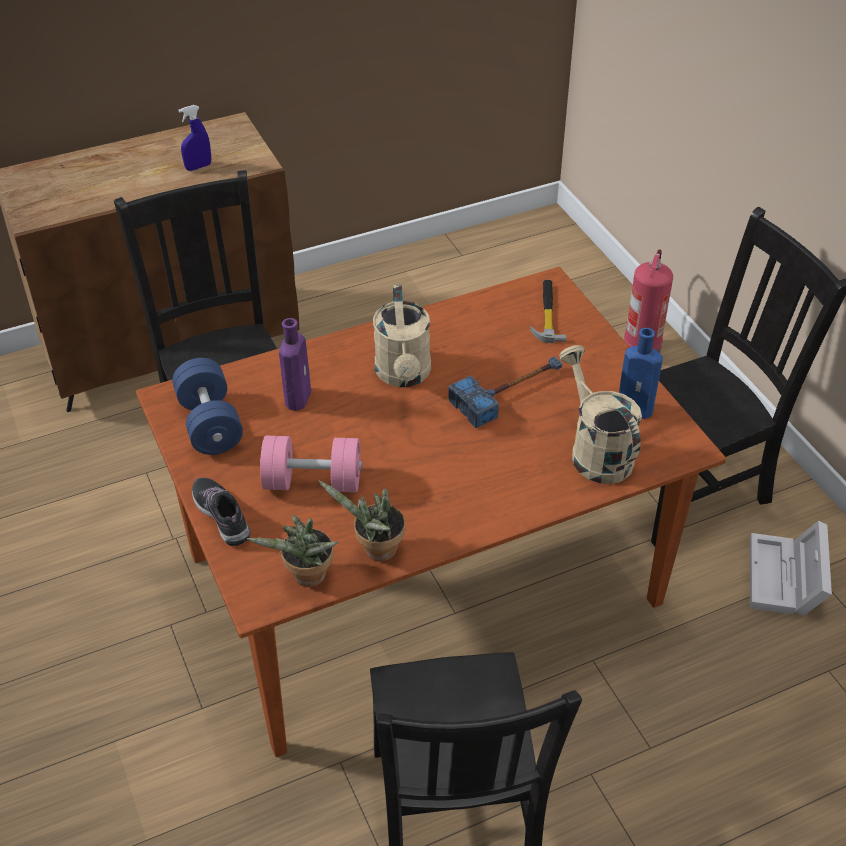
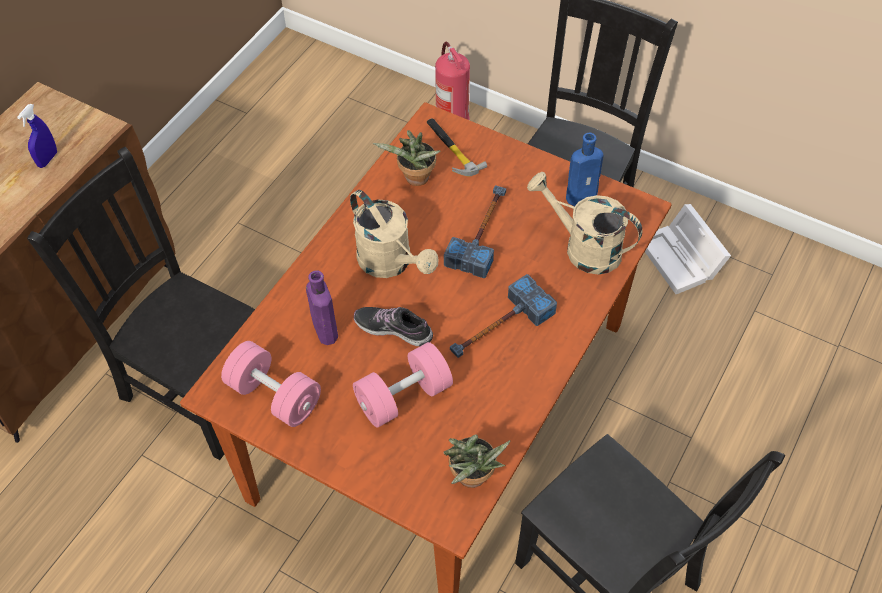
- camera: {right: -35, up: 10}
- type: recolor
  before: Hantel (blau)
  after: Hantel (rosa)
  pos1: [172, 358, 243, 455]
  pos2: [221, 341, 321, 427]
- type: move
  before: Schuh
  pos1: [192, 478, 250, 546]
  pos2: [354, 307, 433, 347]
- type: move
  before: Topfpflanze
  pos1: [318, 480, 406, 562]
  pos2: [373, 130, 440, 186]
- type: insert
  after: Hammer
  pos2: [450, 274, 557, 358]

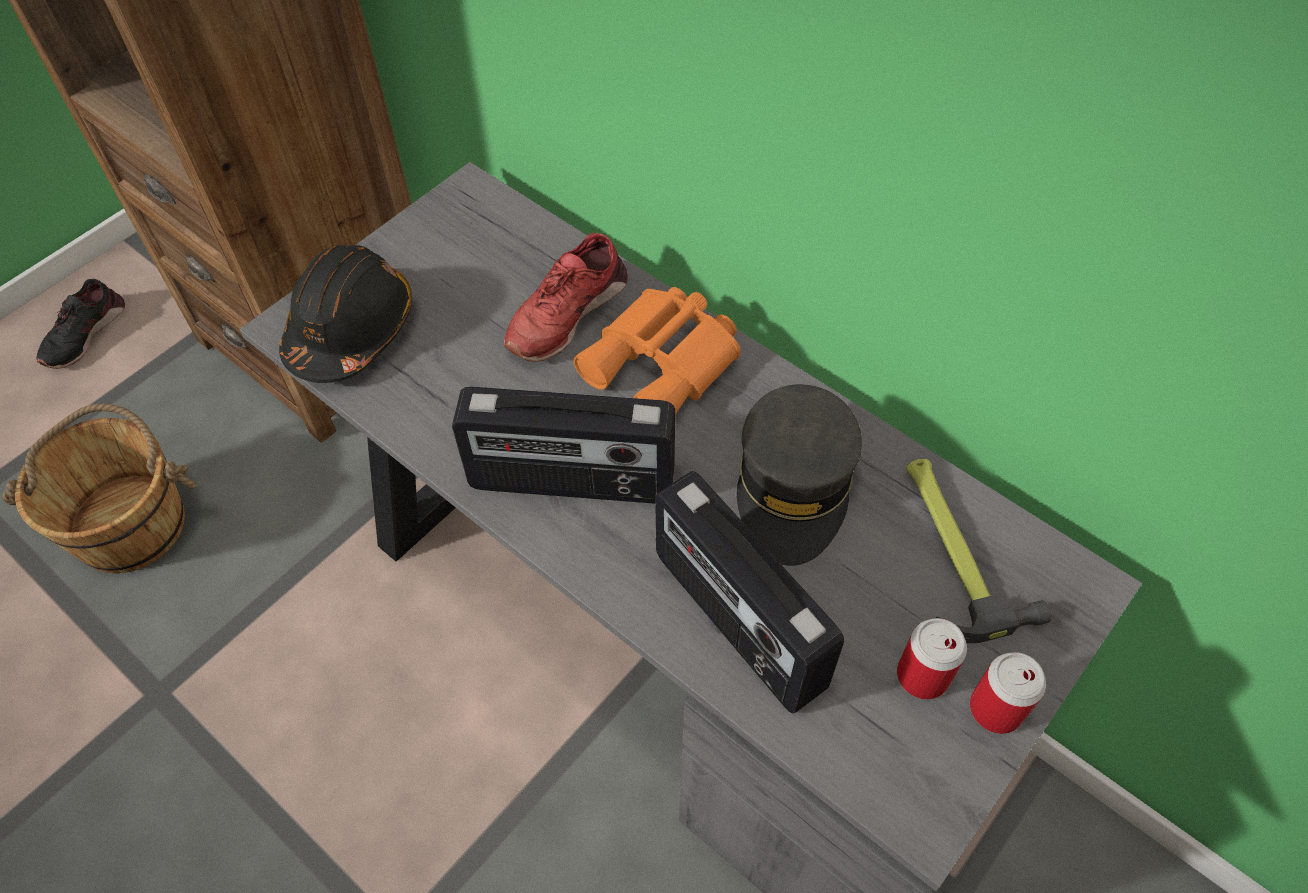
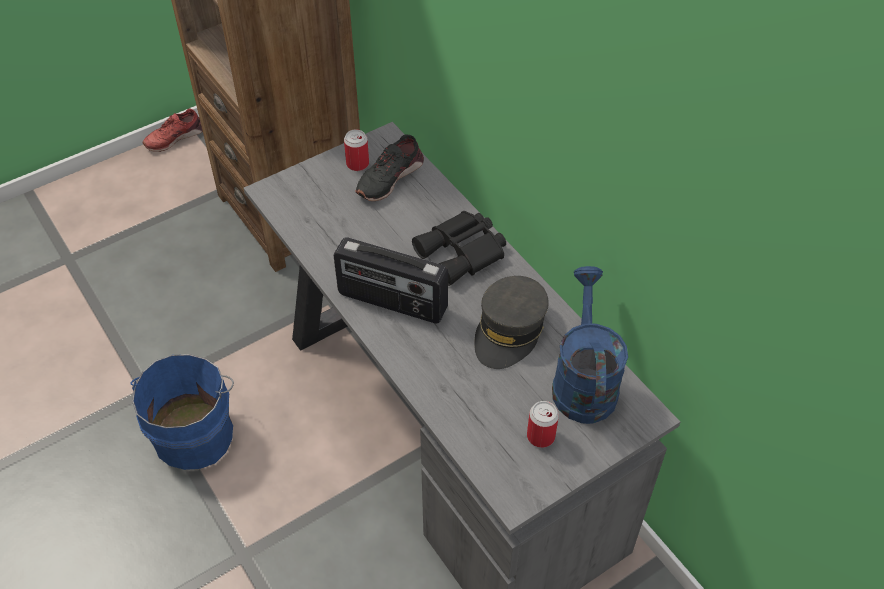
- camera: {right: 15, up: -5}
- type: insert
  after: Eimer (blau)
  pos2: [130, 354, 234, 470]
- type: move
  before: Schuh (rot)
  pos1: [504, 233, 628, 362]
  pos2: [143, 108, 203, 152]
- type: move
  before: Dose
  pos1: [970, 652, 1046, 734]
  pos2: [344, 129, 369, 171]
- type: move
  before: Schuh (schwarz)
  pos1: [36, 279, 125, 369]
  pos2: [356, 134, 424, 201]
- type: recolor
  before: Fernglas (orange)
  after: Fernglas (schwarz)
  pos1: [574, 287, 741, 415]
  pos2: [412, 211, 506, 286]
- type: replace
  before: Hammer
  after: Gießkanne (blau)
  pos1: [906, 459, 1052, 643]
  pos2: [552, 266, 628, 424]
- type: delete
  before: Eimer (braun)
  pos1: [2, 404, 196, 573]
- type: delete
  before: Schutzhelm (schwarz)
  pos1: [279, 245, 412, 383]
- type: delete
  before: Radio
  pos1: [655, 471, 844, 714]

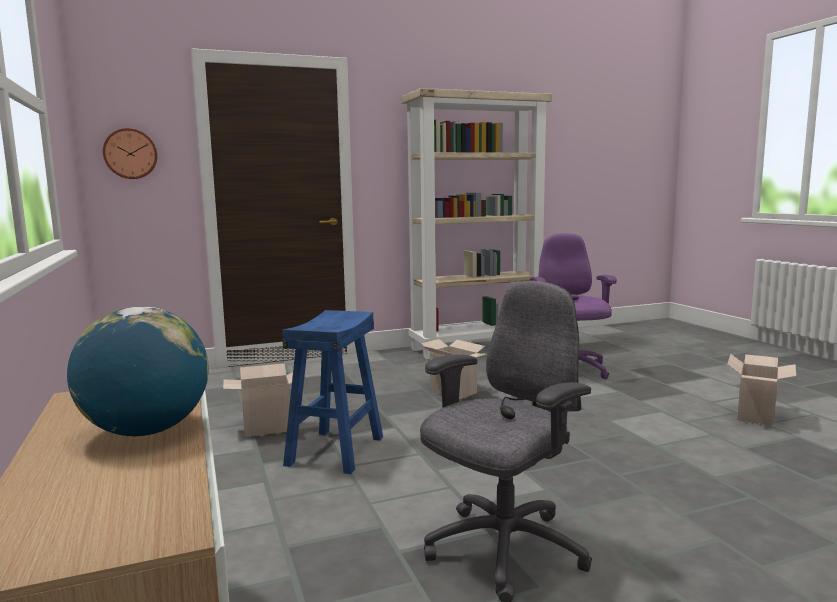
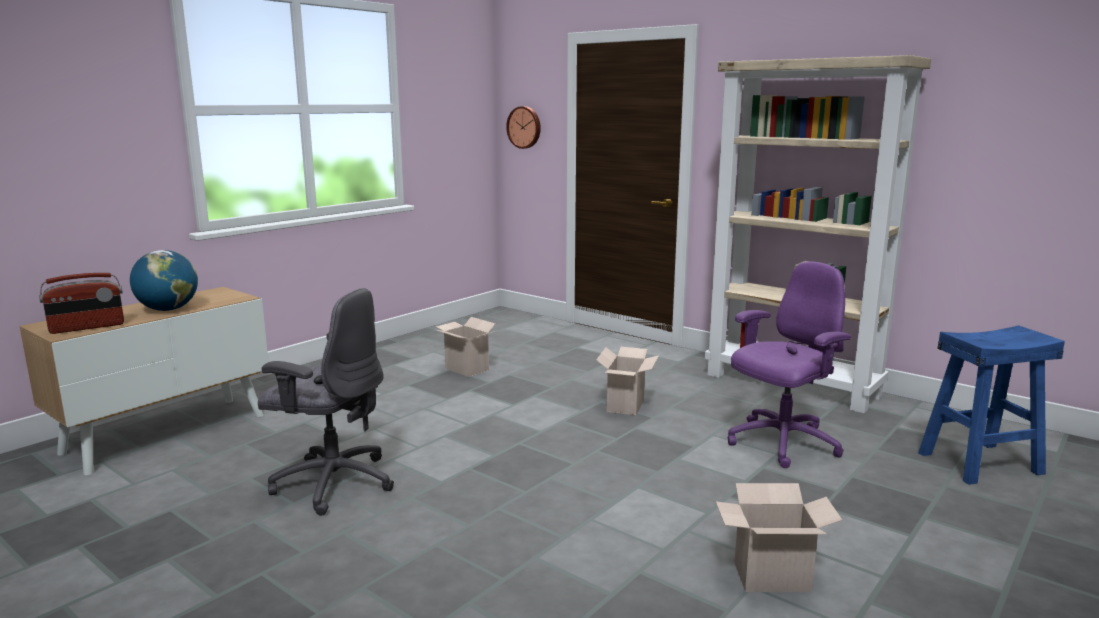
- camera: {right: 60, up: 5}
- type: insert
  after: Radio
  pos2: [39, 273, 124, 334]
- type: move
  before: Hocker (blau)
  pos1: [282, 310, 383, 474]
  pos2: [918, 325, 1065, 485]

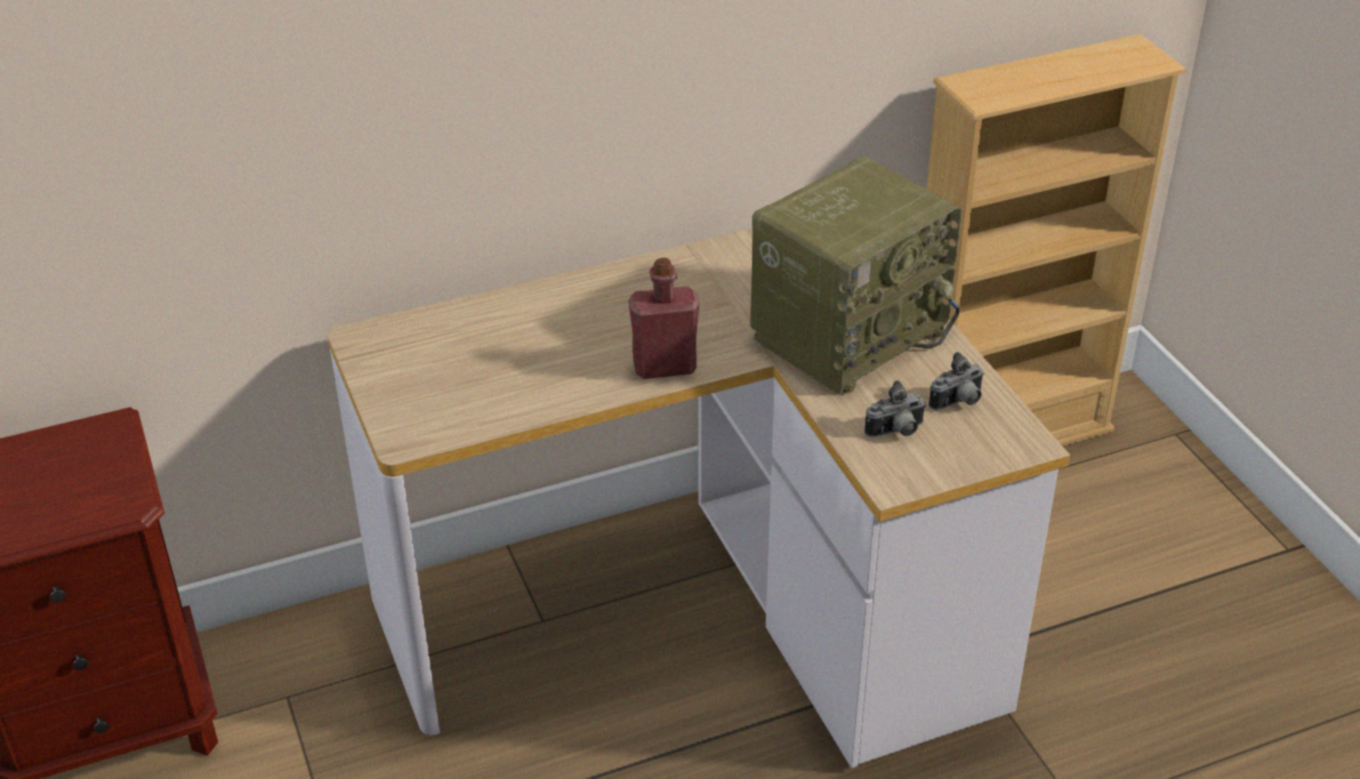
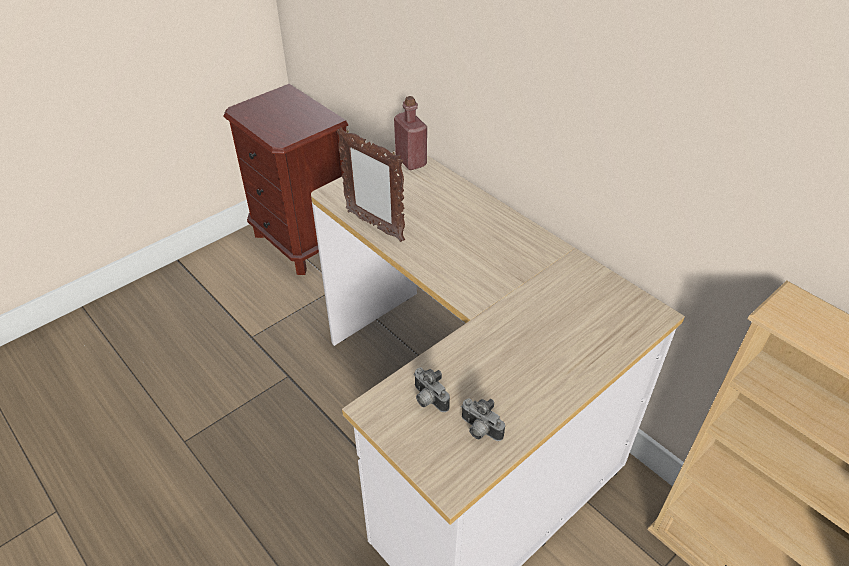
- camera: {right: 70, up: 5}
- type: insert
  after: Bilderrahmen
  pos2: [336, 127, 405, 242]
- type: move
  before: Flasche (rot)
  pos1: [628, 258, 699, 379]
  pos2: [394, 96, 427, 170]
- type: delete
  before: Radio
  pos1: [750, 156, 962, 395]

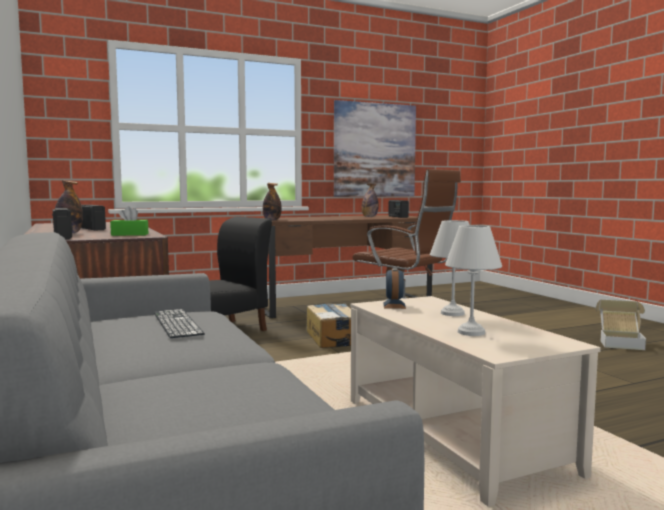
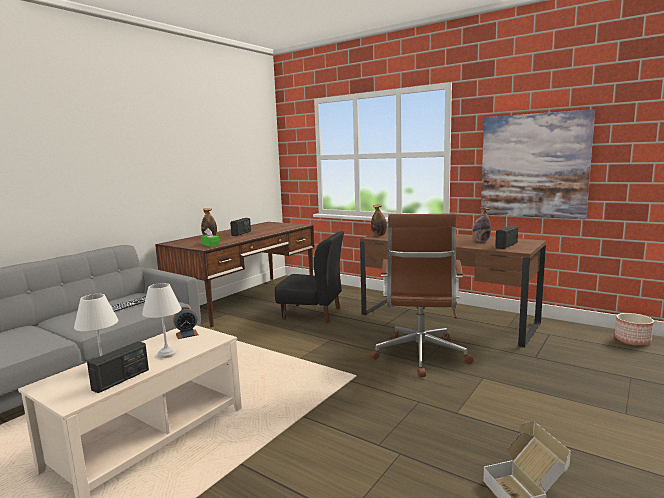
- camera: {right: 60, up: 5}
- type: move
  before: Radio
  pos1: [52, 208, 73, 240]
  pos2: [87, 341, 149, 393]
- type: insert
  after: Pflanzkübel
  pos2: [615, 313, 654, 346]
- type: delete
  before: Karton
  pos1: [306, 303, 351, 348]

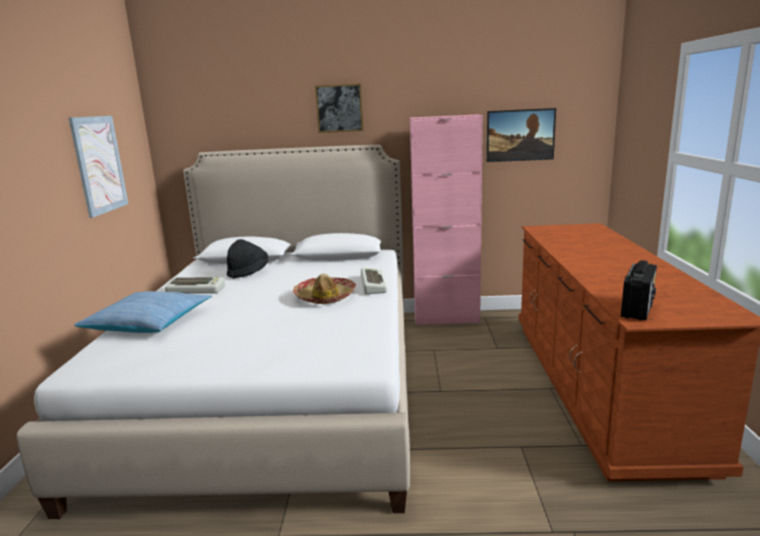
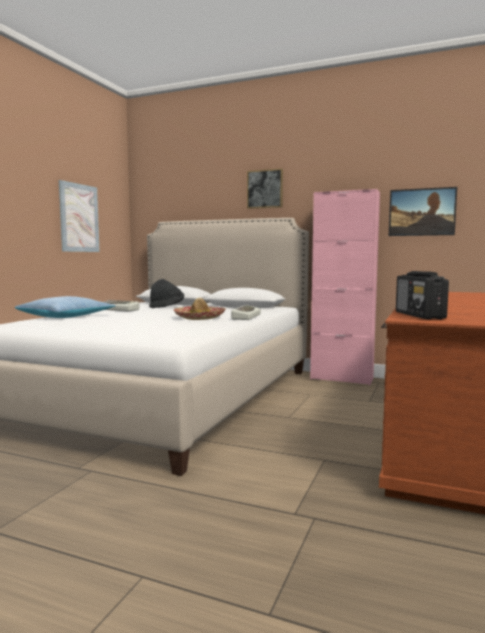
- camera: {right: 20, up: -10}
- type: rotate
  before: Radio
  pos1: [621, 260, 657, 320]
  pos2: [396, 271, 449, 319]
  turn: 120

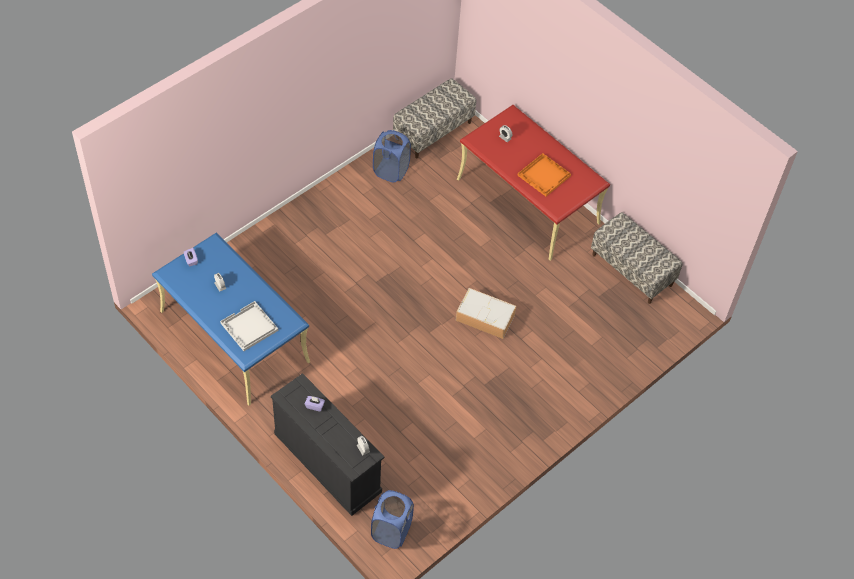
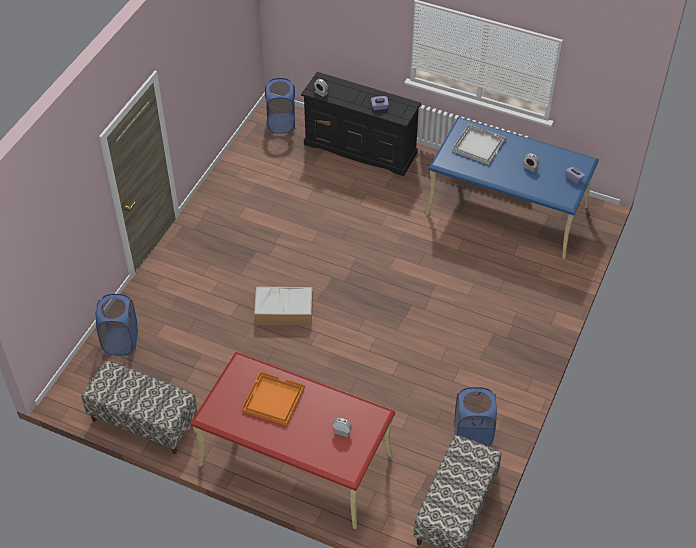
- camera: {right: 160, up: -5}
- type: insert
  after: Wäschekorb (blau)
  pos2: [95, 294, 138, 355]

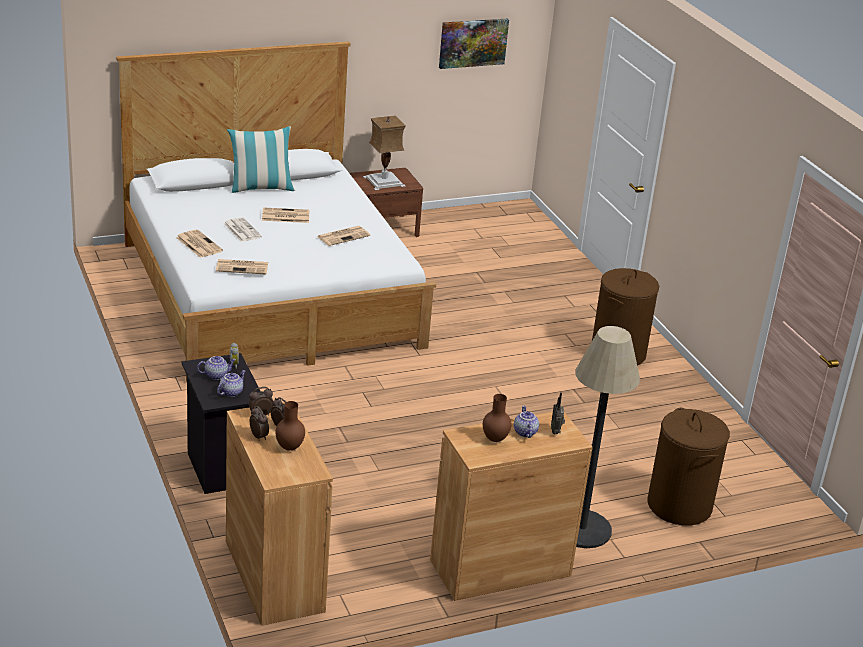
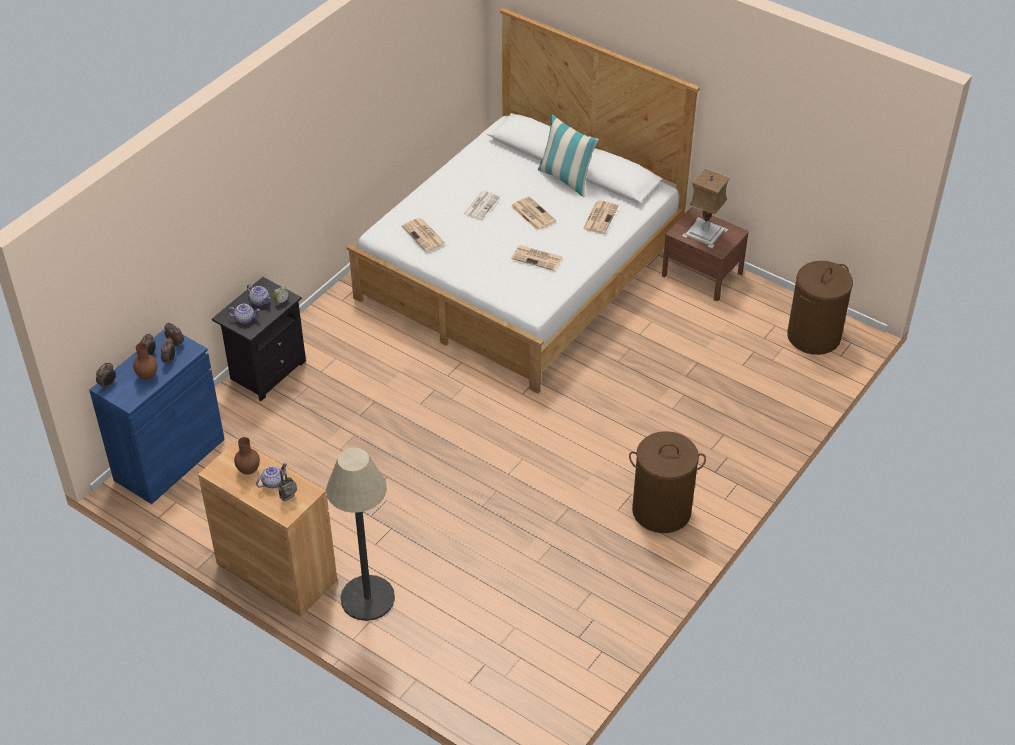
- camera: {right: 60, up: 15}
- type: recolor
  before: Schrank (braun)
  after: Schrank (blau)
  pos1: [226, 402, 333, 626]
  pos2: [89, 329, 224, 504]
- type: insert
  after: Wecker
  pos2: [96, 363, 116, 389]
- type: move
  before: Zeitung
  pos1: [176, 229, 223, 258]
  pos2: [583, 200, 618, 234]
- type: move
  before: Wäschekorb (braun)
  pos1: [647, 408, 730, 526]
  pos2: [787, 261, 853, 355]
- type: delete
  before: Bild
  pos1: [439, 19, 509, 69]

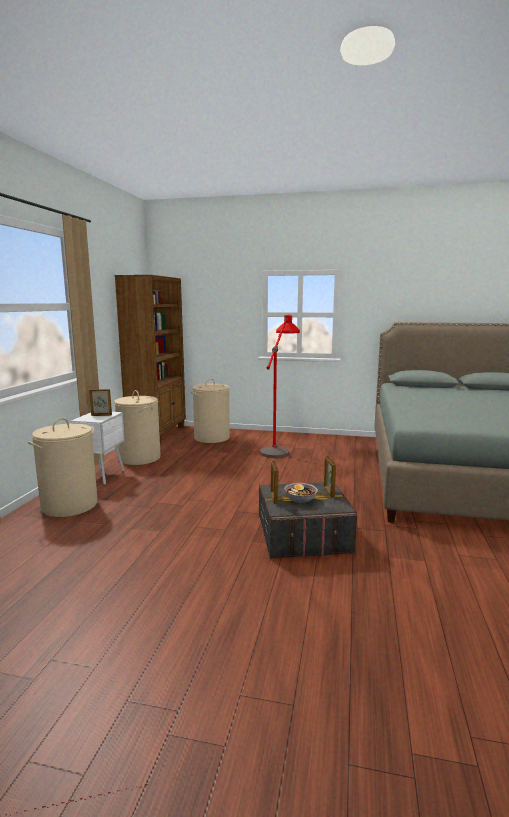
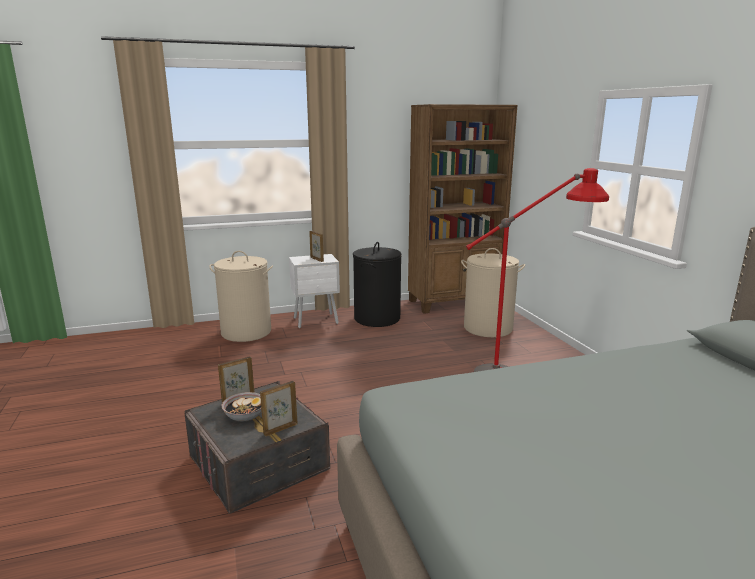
- camera: {right: 60, up: 5}
- type: recolor
  before: Wäschekorb (beige)
  after: Wäschekorb (schwarz)
  pos1: [114, 390, 161, 465]
  pos2: [353, 242, 401, 327]

